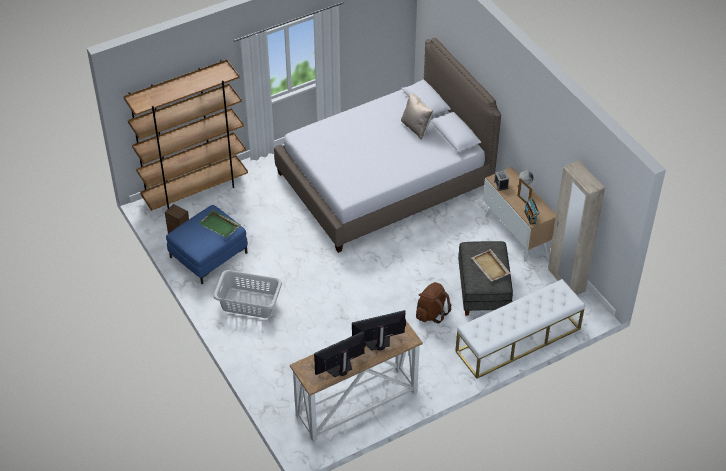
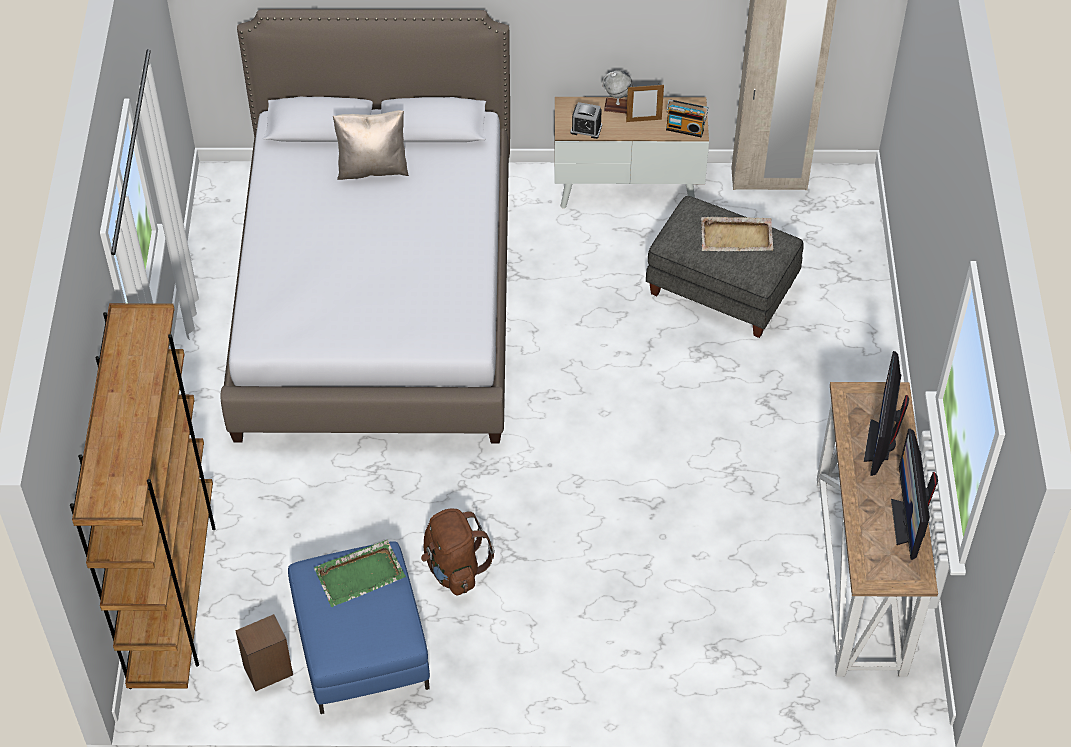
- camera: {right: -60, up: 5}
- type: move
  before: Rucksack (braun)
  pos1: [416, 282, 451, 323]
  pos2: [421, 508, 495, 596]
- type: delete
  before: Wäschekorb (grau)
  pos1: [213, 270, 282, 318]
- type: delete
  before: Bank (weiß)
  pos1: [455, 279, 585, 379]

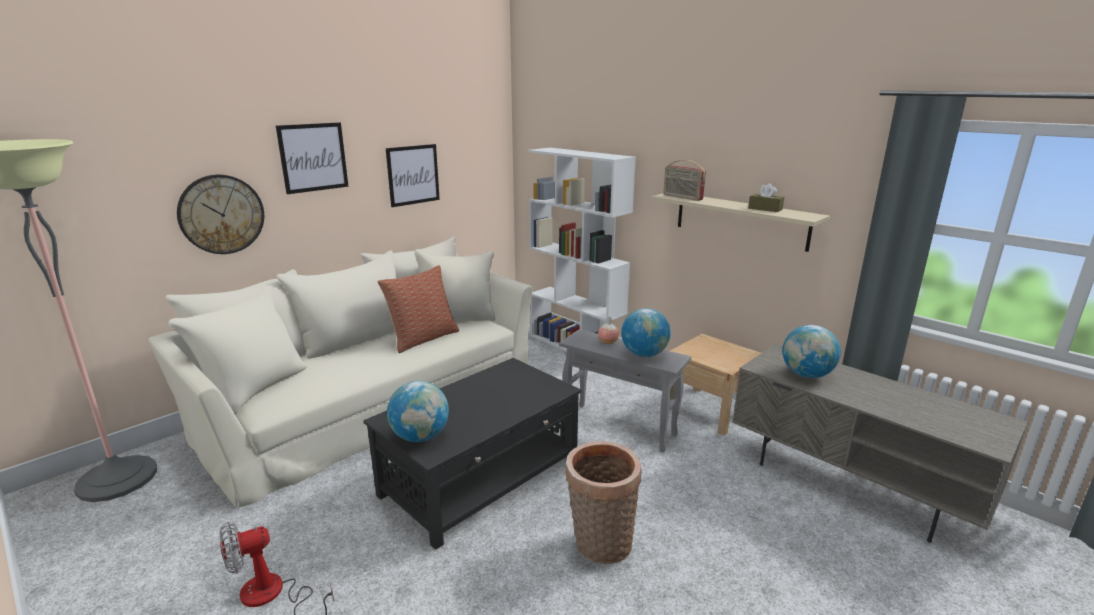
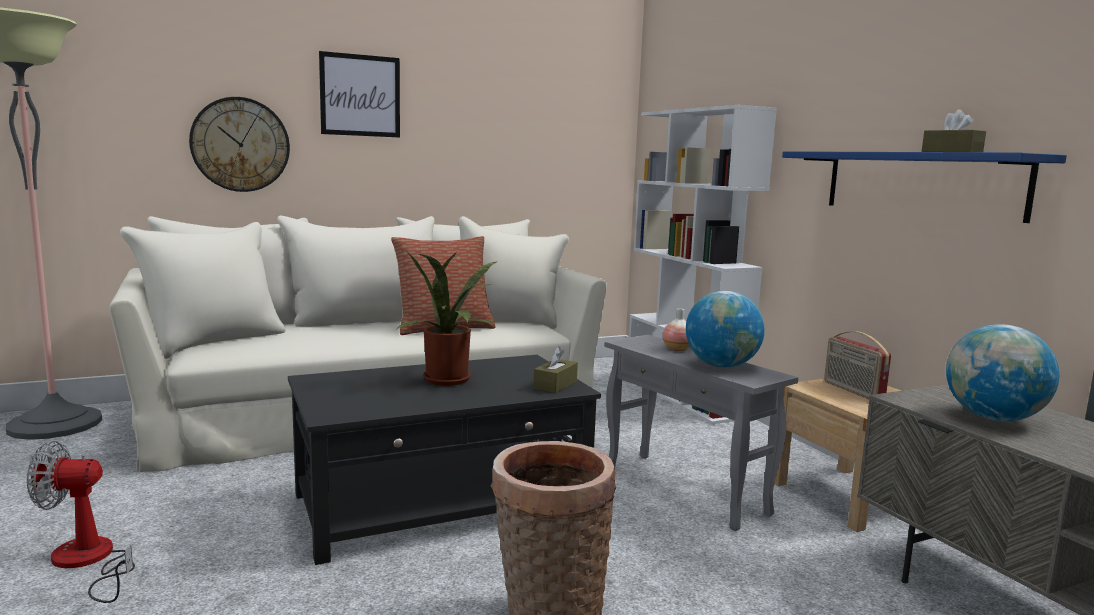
- camera: {right: 20, up: -10}
- type: insert
  after: Topfpflanze
  pos2: [396, 252, 498, 386]
- type: insert
  after: Taschentuchbox (braun)
  pos2: [533, 346, 578, 393]
- type: recolor
  before: Wandregal (beige)
  after: Wandregal (blau)
  pos1: [651, 194, 830, 252]
  pos2: [782, 151, 1067, 223]
- type: move
  before: Radio
  pos1: [663, 160, 706, 201]
  pos2: [824, 331, 891, 399]
- type: delete
  before: Bild
  pos1: [386, 144, 440, 207]
- type: delete
  before: Globus
  pos1: [387, 381, 449, 442]

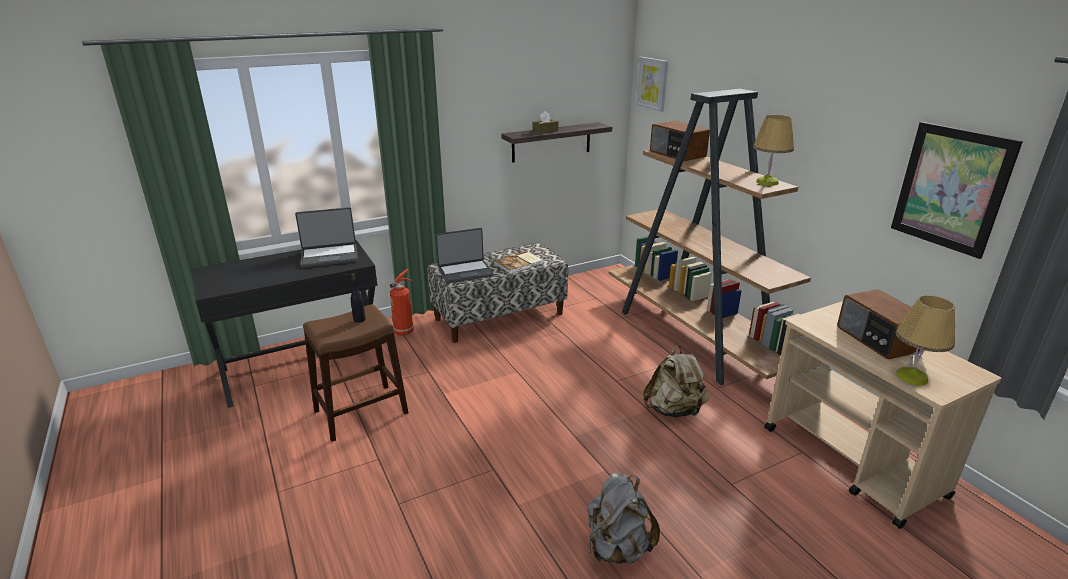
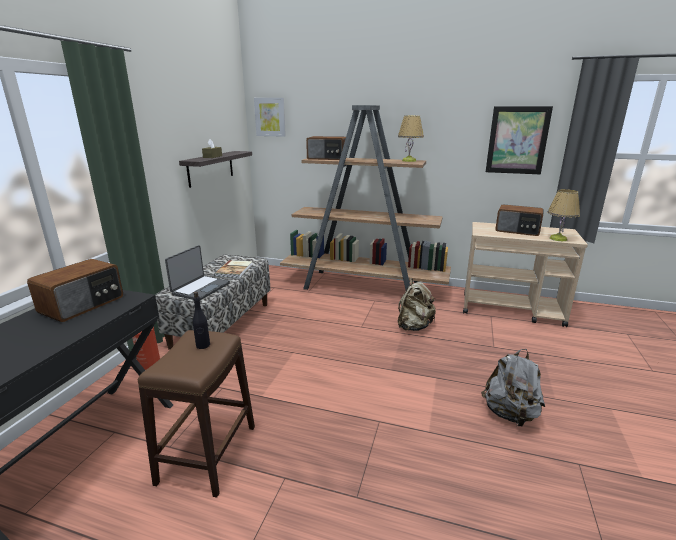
- camera: {right: -45, up: -5}
- type: replace
  before: Laptop
  after: Radio
  pos1: [295, 207, 358, 268]
  pos2: [27, 259, 123, 322]

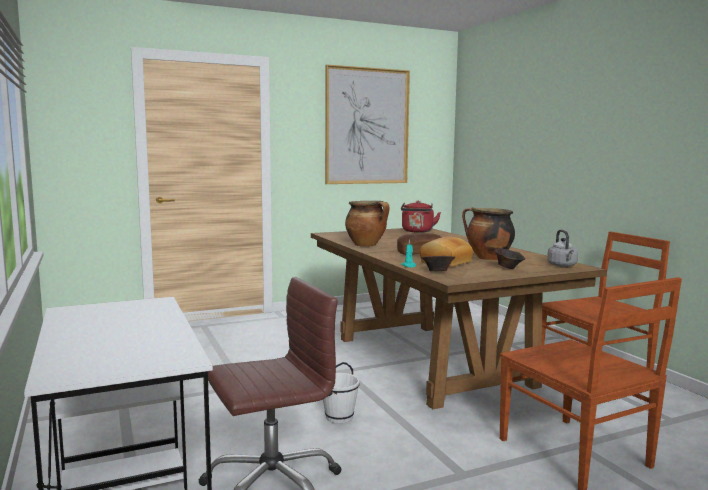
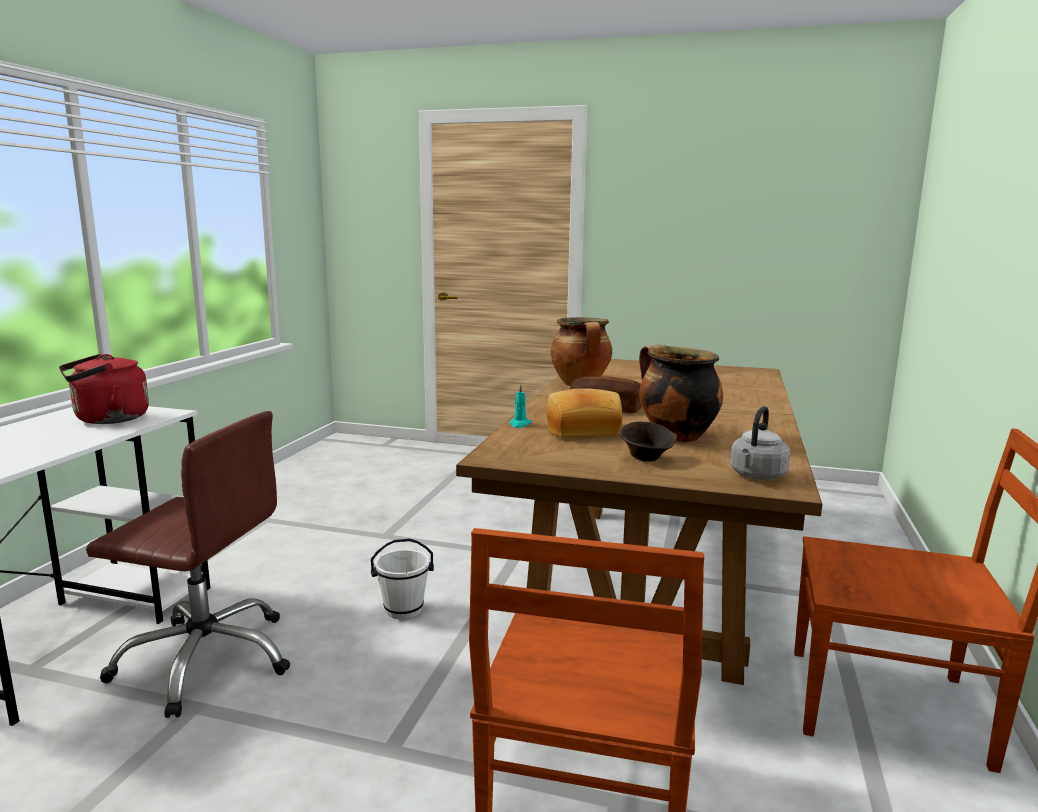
- camera: {right: 40, up: 5}
- type: move
  before: Wasserkessel (rot)
  pos1: [401, 201, 441, 233]
  pos2: [59, 354, 149, 424]
- type: delete
  before: Bild
  pos1: [325, 65, 410, 184]
- type: delete
  before: Schüssel (braun)
  pos1: [421, 256, 455, 271]

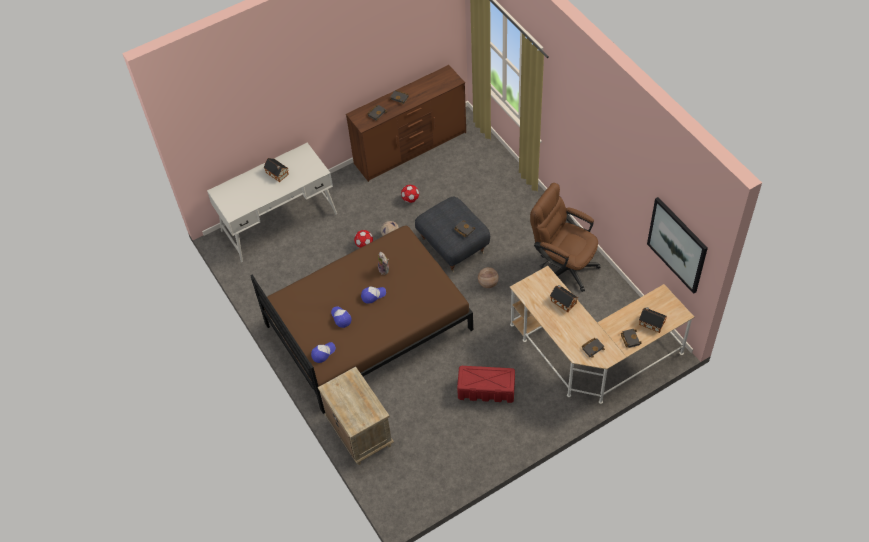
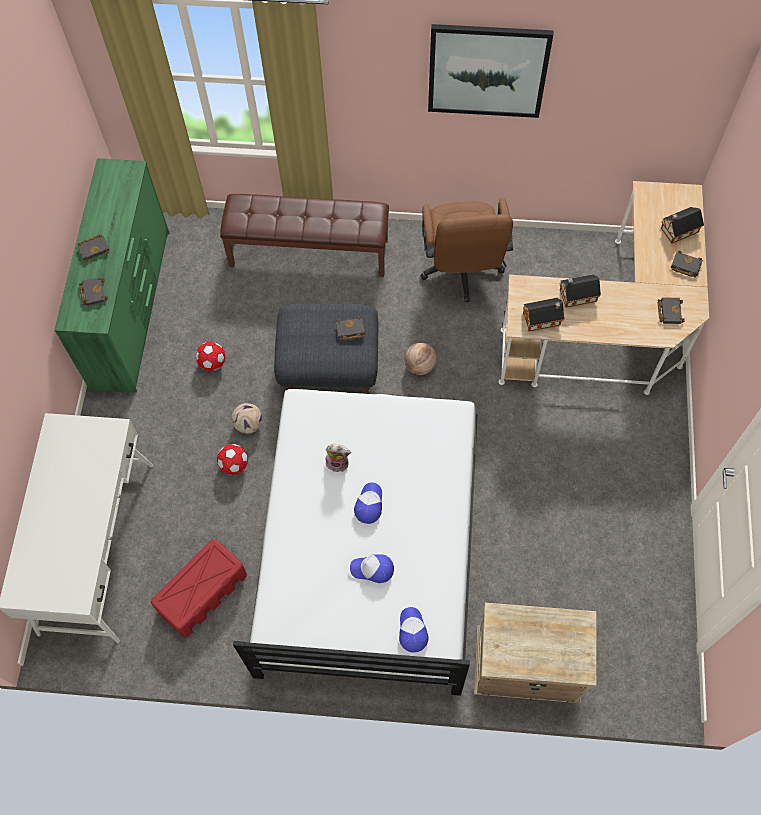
- camera: {right: -55, up: 10}
- type: recolor
  before: Kommode (braun)
  after: Kommode (grün)
  pos1: [346, 65, 466, 182]
  pos2: [54, 158, 170, 393]
- type: move
  before: Aufbewahrungsbox (rot)
  pos1: [457, 366, 515, 403]
  pos2: [151, 539, 247, 637]
- type: insert
  after: Bank (braun)
  pos2: [220, 194, 389, 277]
- type: recolor
  before: Bett (braun)
  after: Bett (weiß)
  pos1: [250, 225, 473, 414]
  pos2: [233, 389, 478, 696]
- type: rotate
  before: Bürostuhl (braun)
  pos1: [530, 183, 601, 292]
  pos2: [420, 198, 513, 302]
  turn: -75
- type: move
  before: Bild
  pos1: [647, 197, 708, 294]
  pos2: [428, 24, 553, 118]
- type: move
  before: Spielzeughaus
  pos1: [263, 158, 289, 182]
  pos2: [523, 298, 565, 331]

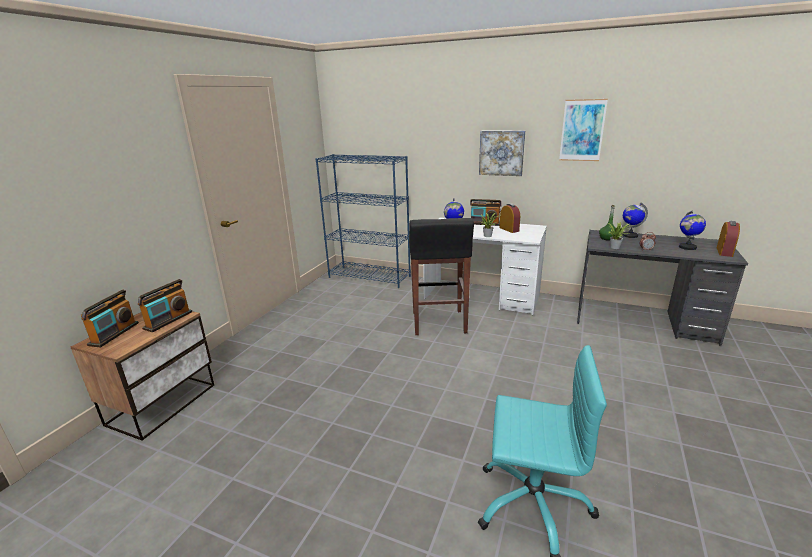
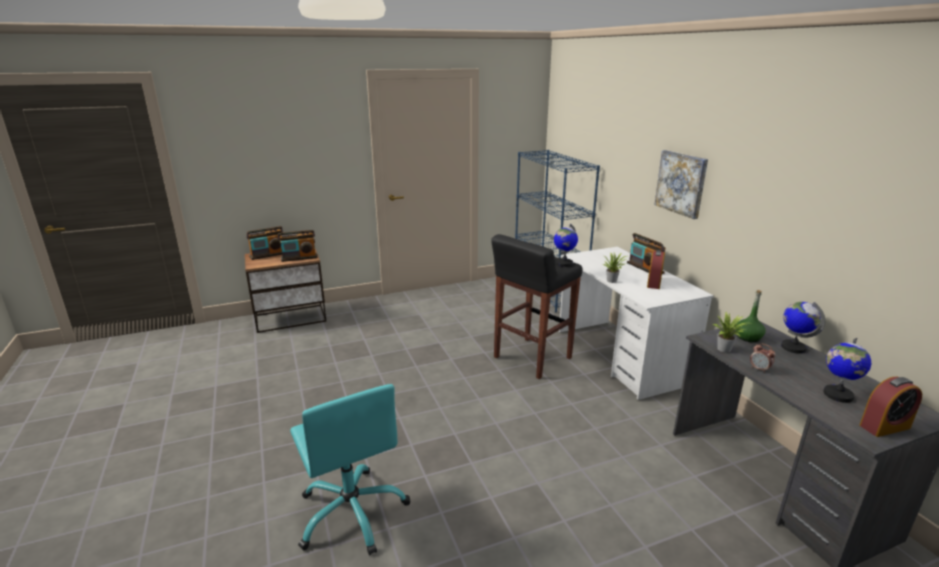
- camera: {right: 45, up: 0}
- type: delete
  before: Bild
  pos1: [559, 99, 608, 161]

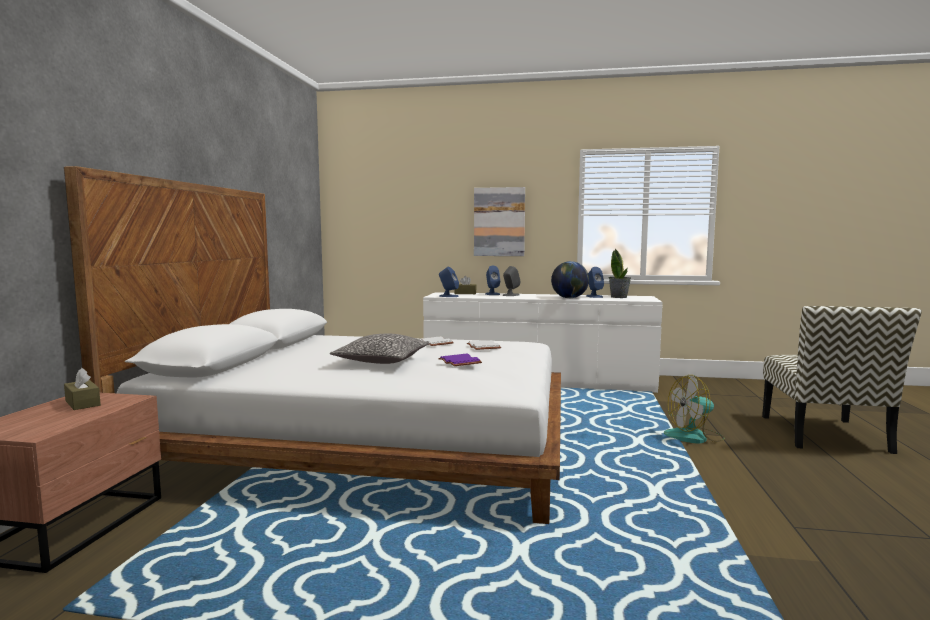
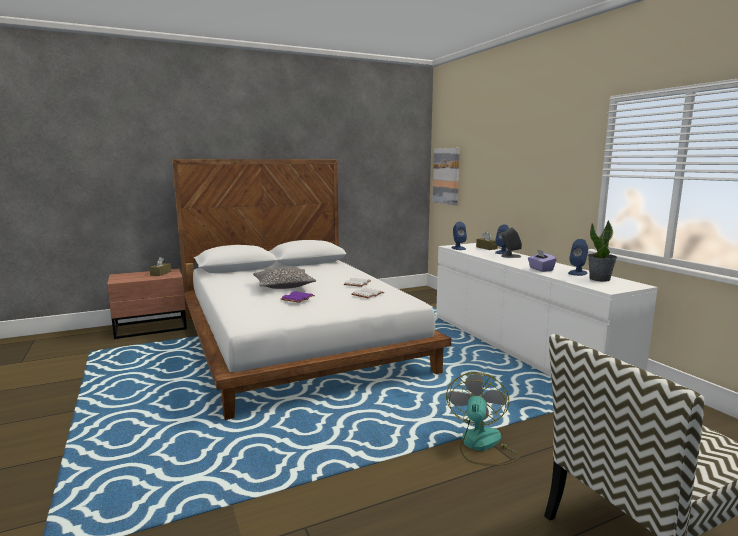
- camera: {right: 55, up: 5}
- type: move
  before: Bild
  pos1: [474, 187, 525, 256]
  pos2: [432, 148, 460, 205]
- type: rotate
  before: Ventilator
  pos1: [664, 375, 725, 444]
  pos2: [446, 372, 520, 466]
  turn: 60
- type: replace
  before: Globus
  after: Taschentuchbox (lila)
  pos1: [551, 261, 589, 298]
  pos2: [528, 249, 557, 272]

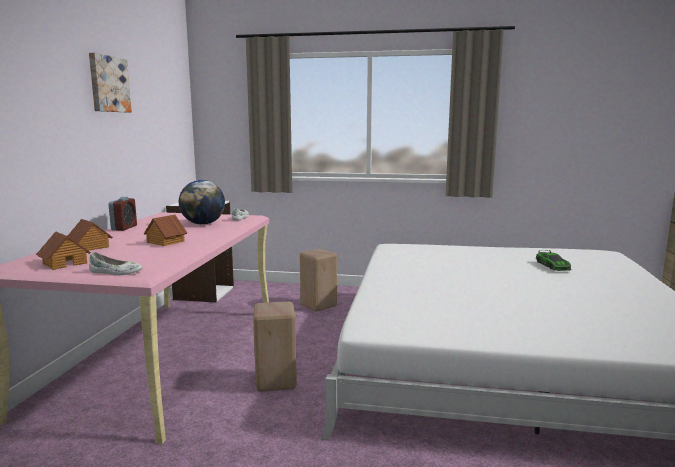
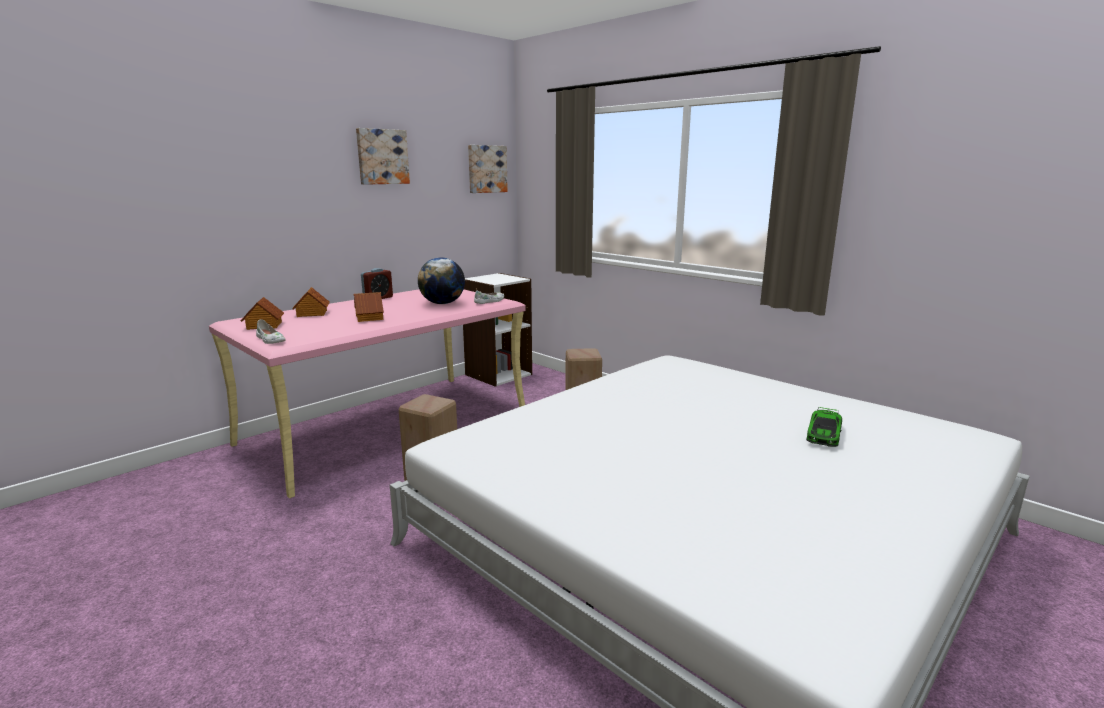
- camera: {right: 35, up: 5}
- type: insert
  after: Bild
  pos2: [468, 145, 508, 193]

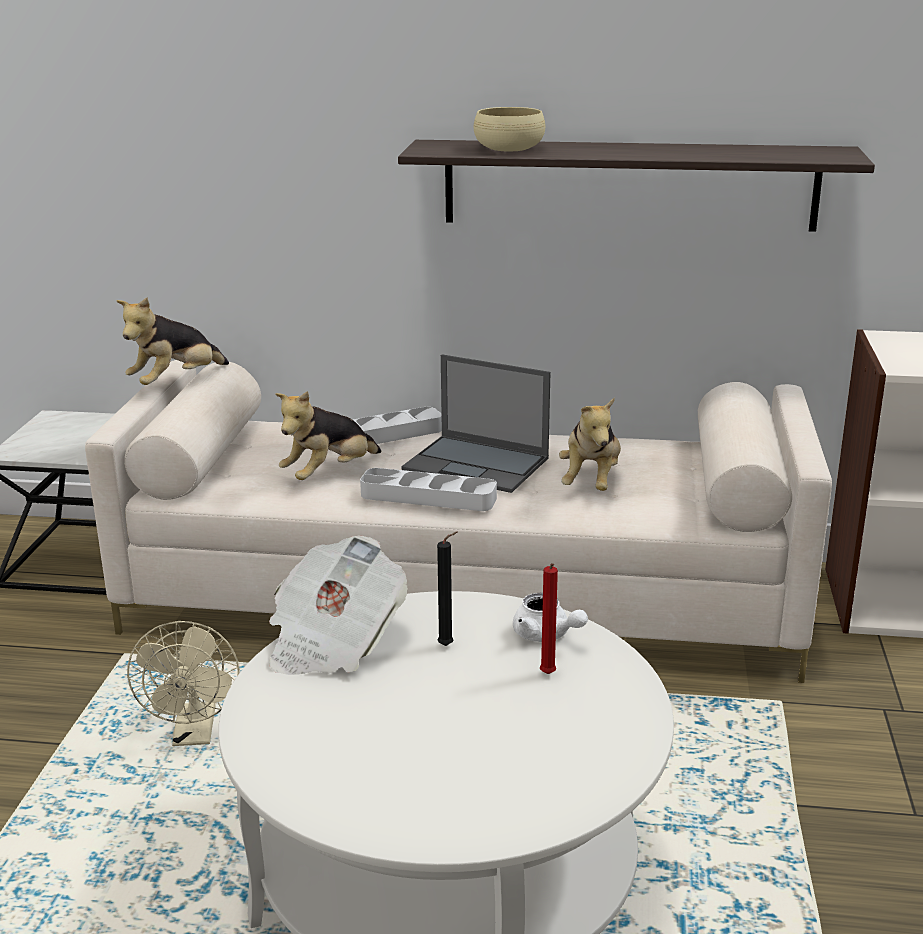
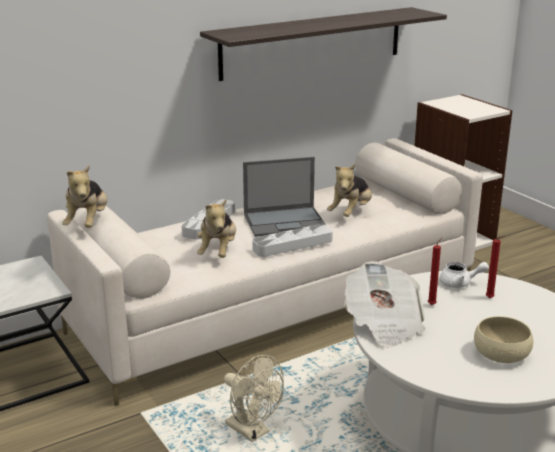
- camera: {right: -40, up: 0}
- type: rotate
  before: Plüschtier
  pos1: [559, 397, 621, 491]
  pos2: [327, 164, 372, 217]
  turn: 60
- type: recolor
  before: Kerze (schwarz)
  after: Kerze (rot)
  pos1: [437, 531, 458, 646]
  pos2: [428, 238, 442, 305]
- type: move
  before: Schüssel (beige)
  pos1: [474, 107, 545, 151]
  pos2: [474, 316, 533, 363]

